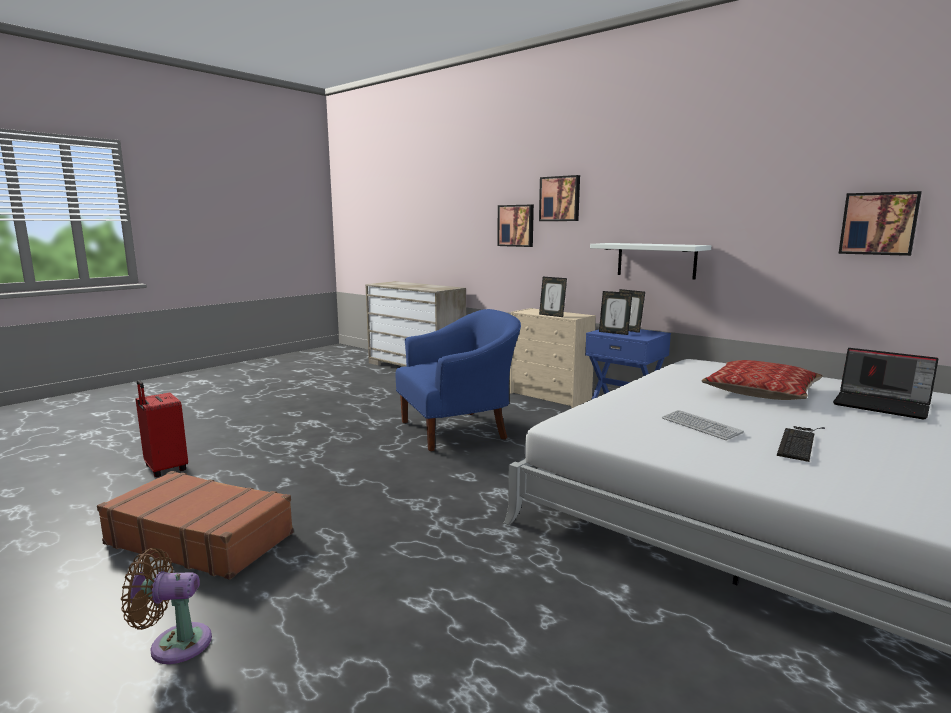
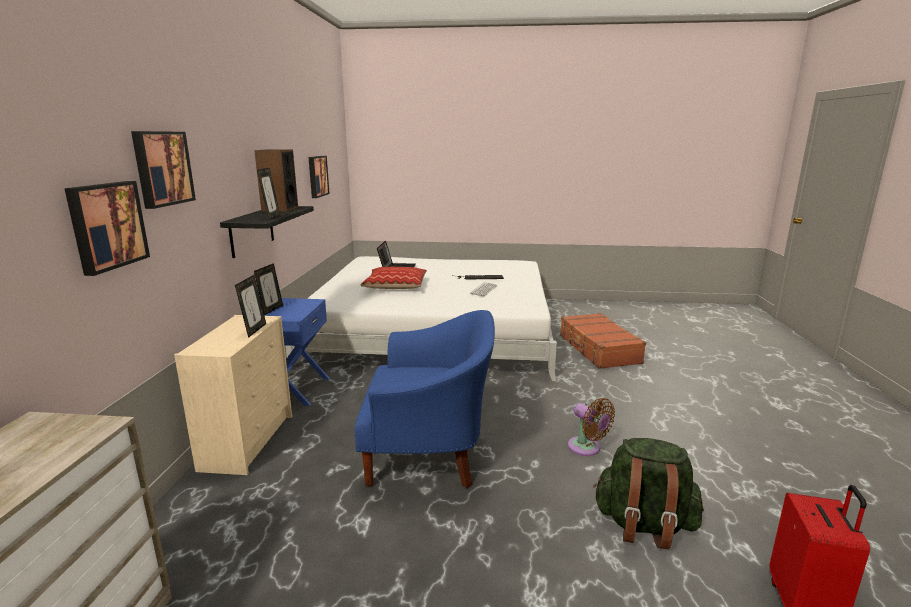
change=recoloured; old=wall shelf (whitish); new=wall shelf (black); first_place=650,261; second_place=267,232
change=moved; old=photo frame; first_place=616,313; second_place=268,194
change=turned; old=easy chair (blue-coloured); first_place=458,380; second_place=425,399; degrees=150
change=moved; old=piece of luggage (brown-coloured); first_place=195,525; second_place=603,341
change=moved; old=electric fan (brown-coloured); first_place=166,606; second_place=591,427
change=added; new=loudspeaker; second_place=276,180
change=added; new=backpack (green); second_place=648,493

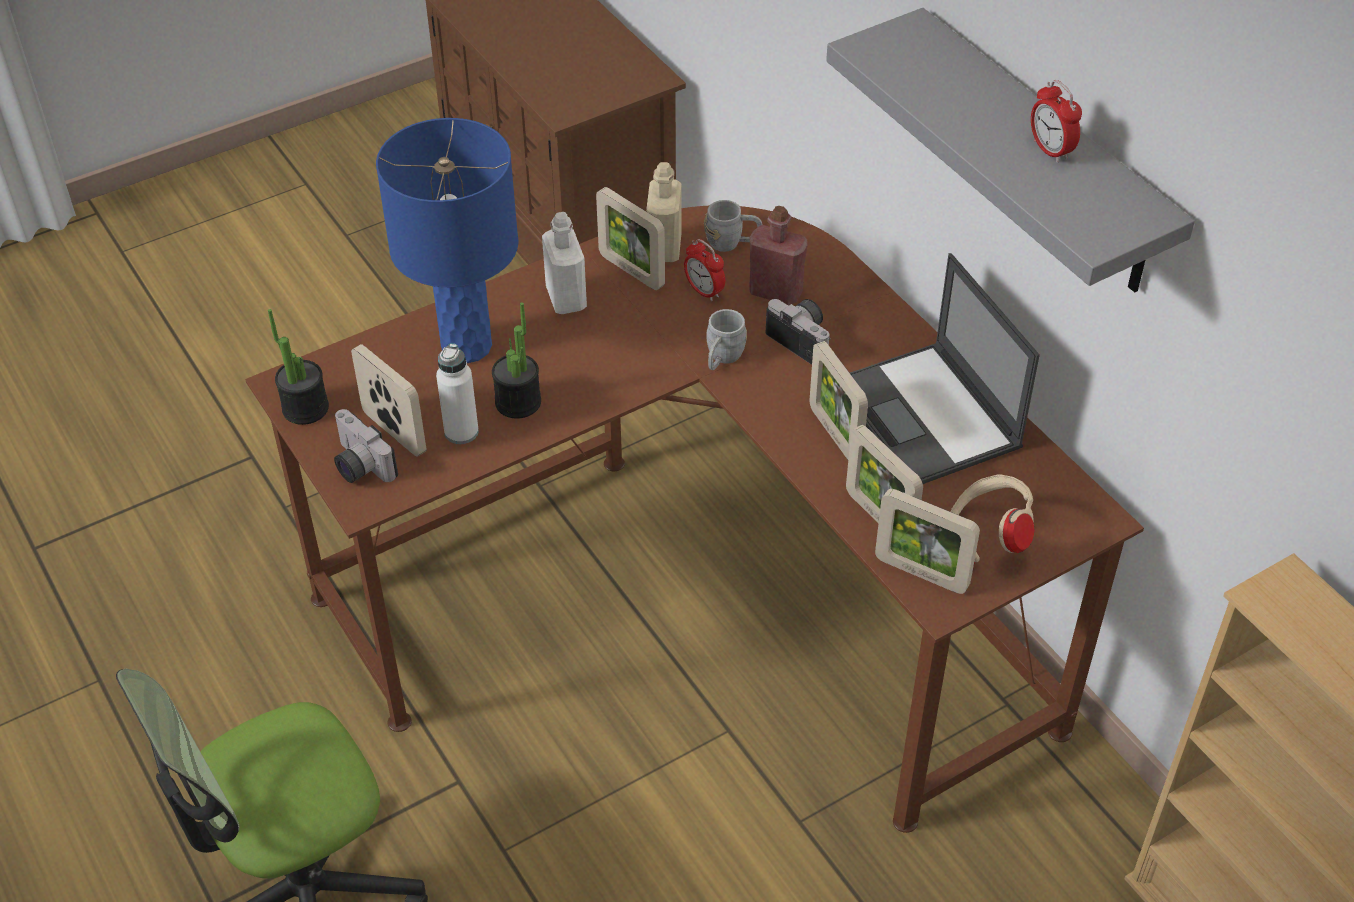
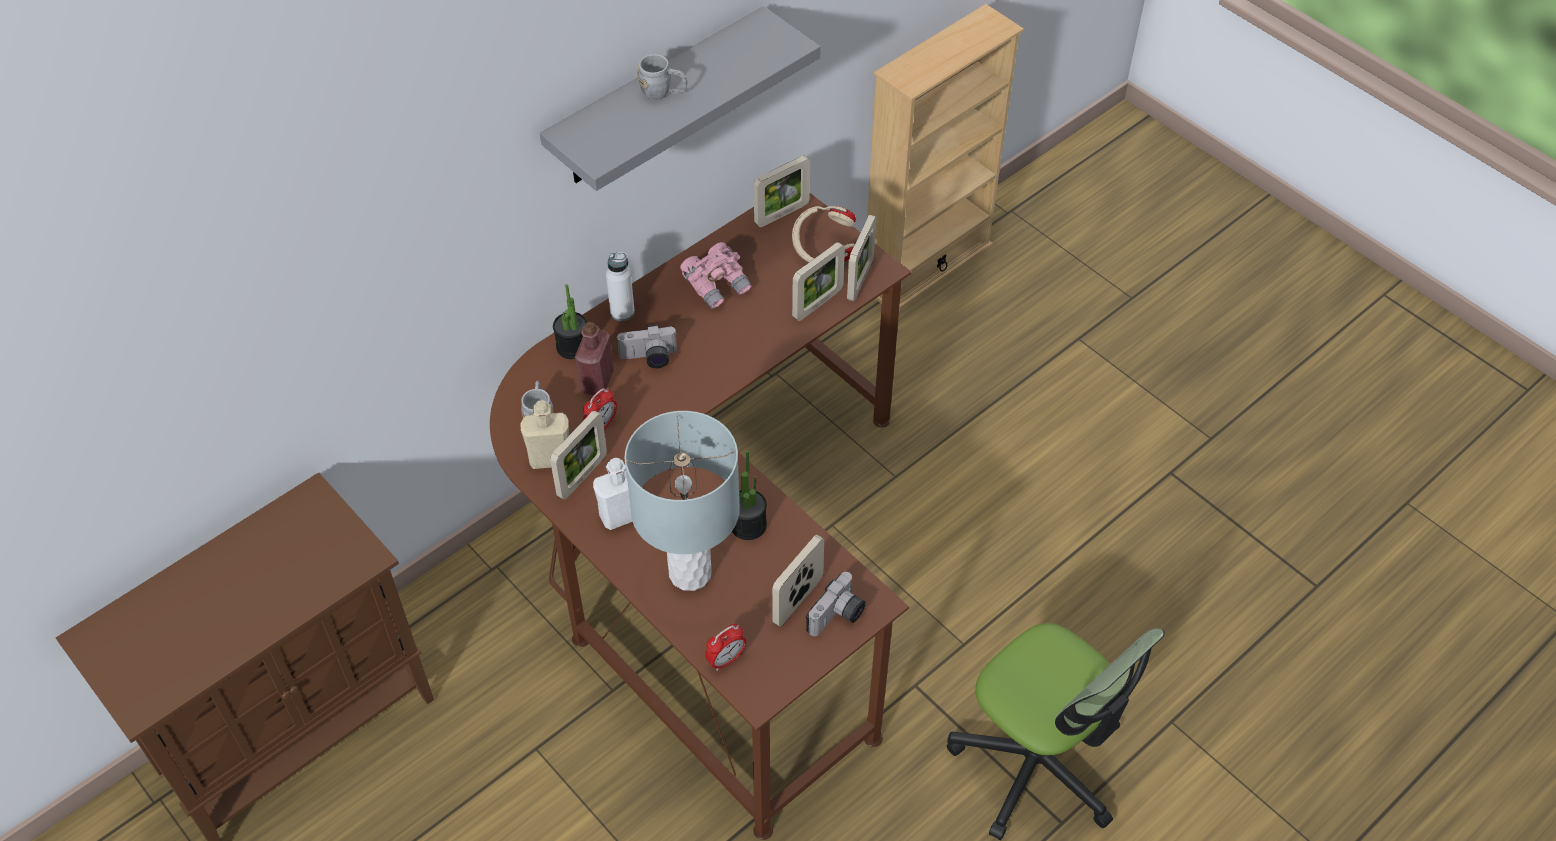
change=moved; old=alarm clock; first_place=1056,121; second_place=725,647
change=recoloured; old=lamp for a table (blue-coloured); new=lamp for a table (grey); first_place=447,240; second_place=682,501
change=replaced; old=laptop; new=binoculars (pinkish); first_place=945,368; second_place=716,275
change=turned; old=photo camera; first_place=798,332; second_place=646,346; degrees=-135
change=moved; old=houseplant; first_place=298,367; second_place=570,321
change=moved; old=coffee mug (grey); first_place=727,339; second_place=662,77
change=moved; old=photo frame; first_place=839,400; second_place=782,191
change=moved; old=bottle (whitish); first_place=457,393; second_place=620,286

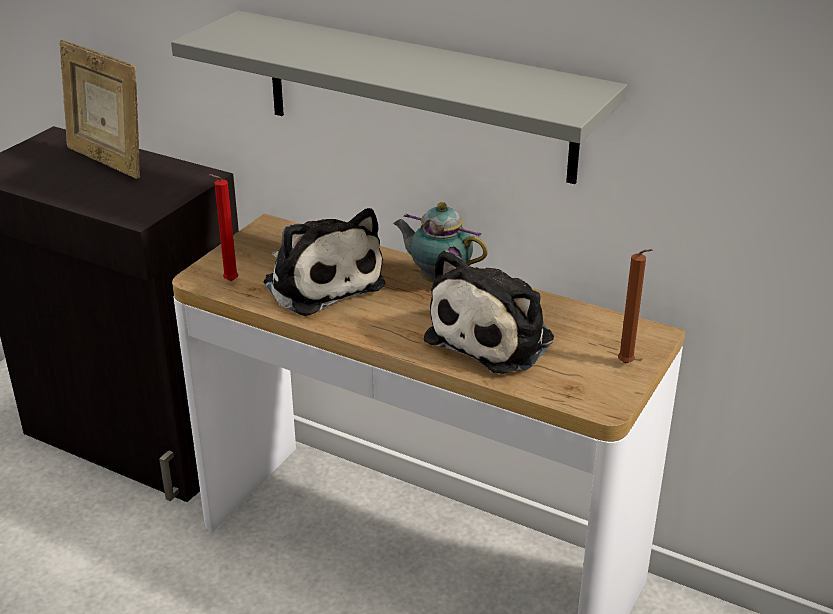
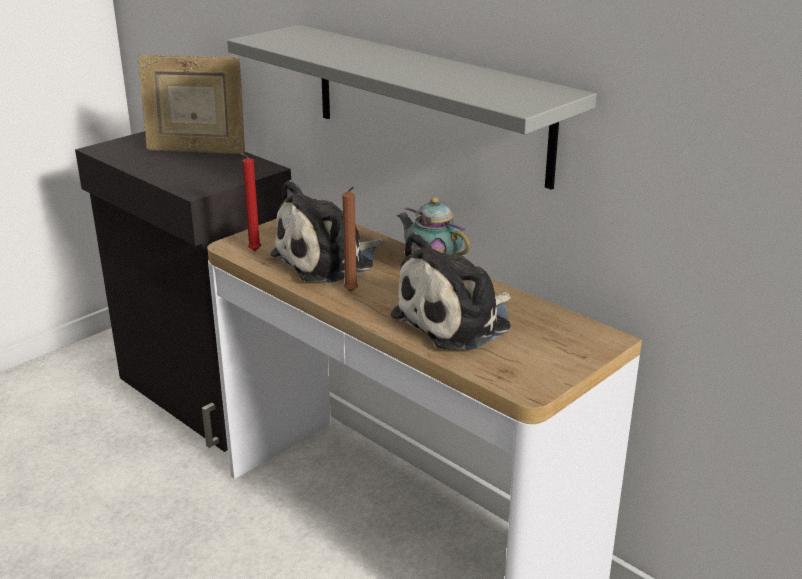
change=turned; old=photo frame; first_place=99,109; second_place=191,104; degrees=-45
change=turned; old=cuddly toy; first_place=324,262; second_place=327,231; degrees=75
change=moved; old=candle (brown-coloured); first_place=635,306; second_place=350,239

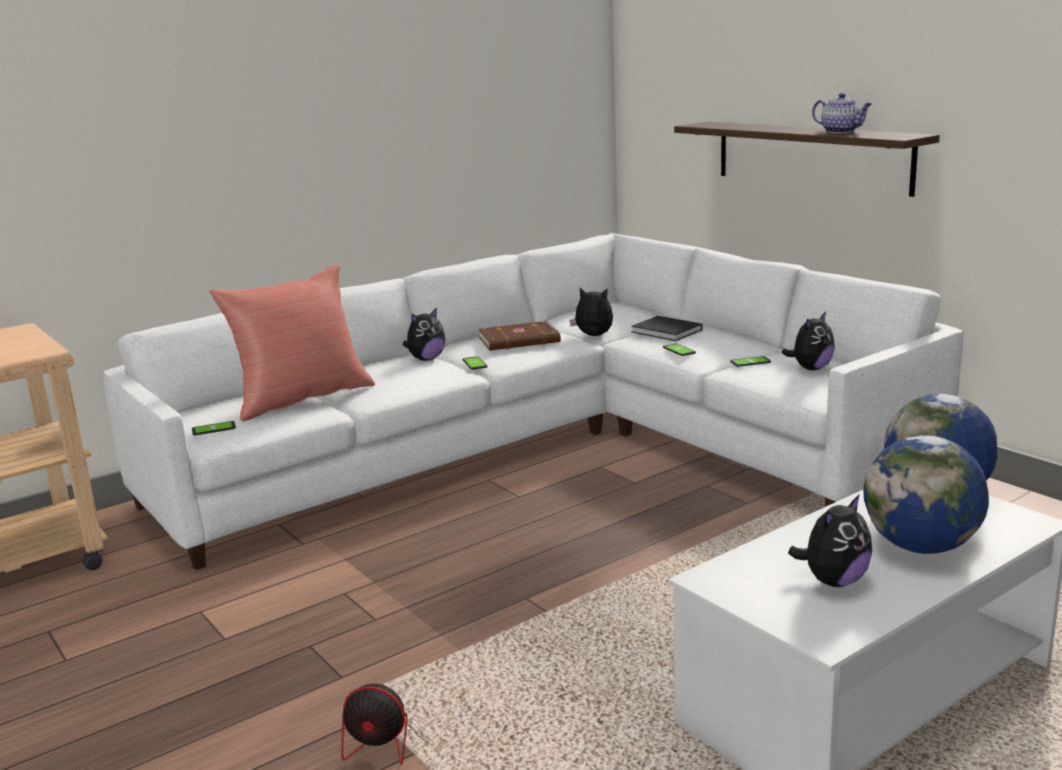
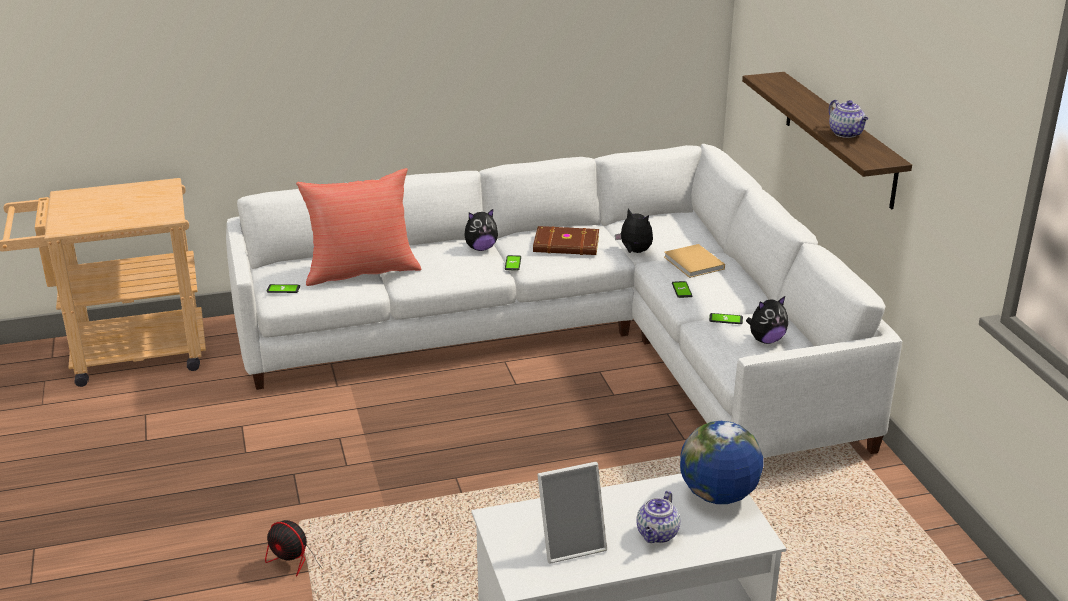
change=recoloured; old=bound book (black); new=bound book (beige-coloured); first_place=667,328; second_place=694,261
change=replaced; old=desk globe; new=tea pot; first_place=926,494; second_place=658,517
change=replaced; old=cuddly toy; new=photo frame; first_place=830,540; second_place=572,513

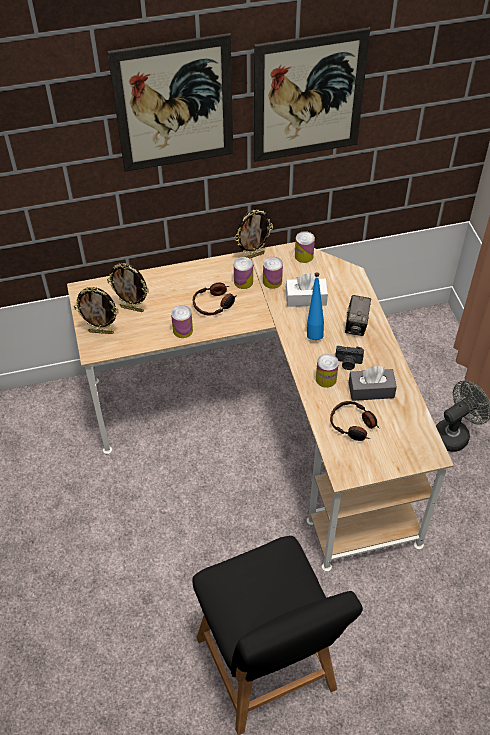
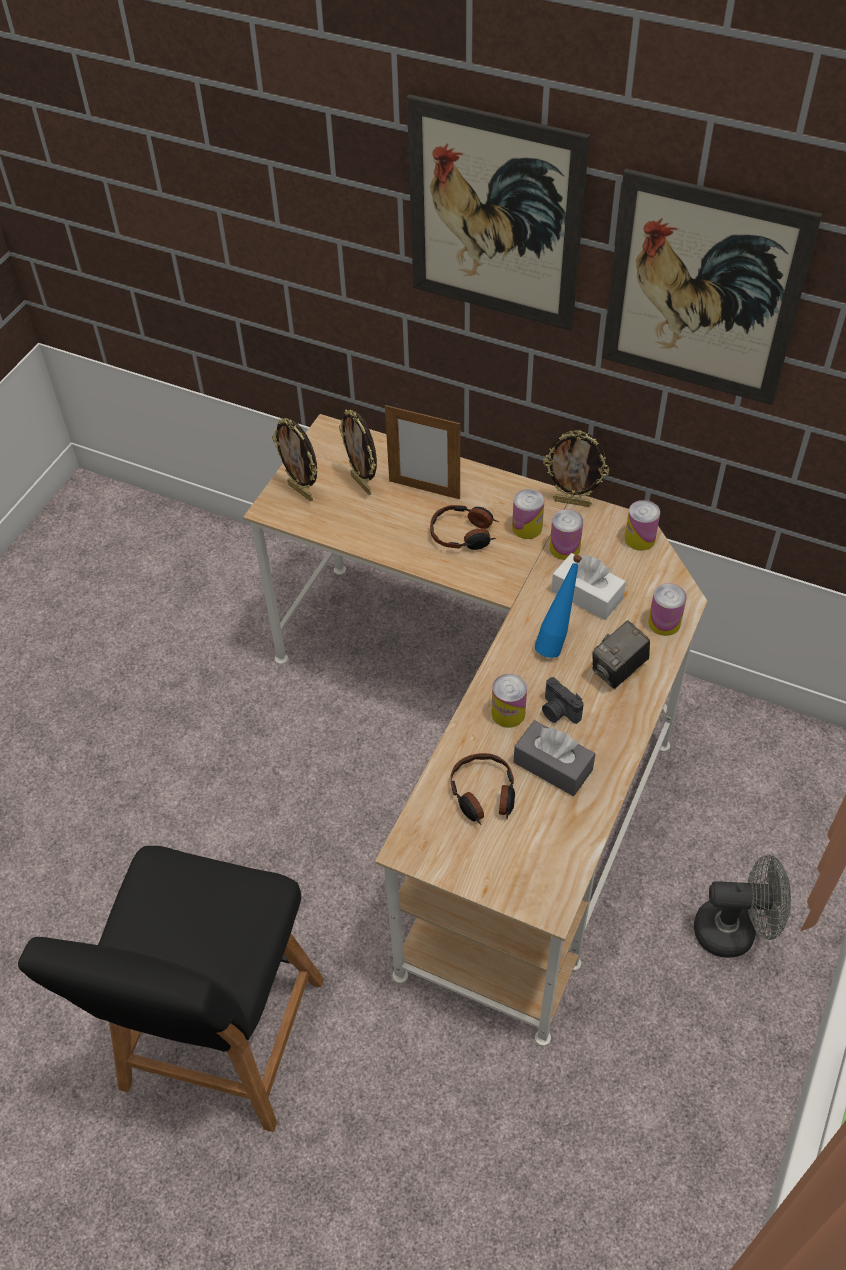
change=moved; old=can; first_place=182,321; second_place=667,609
change=added; new=photo frame; second_place=422,452

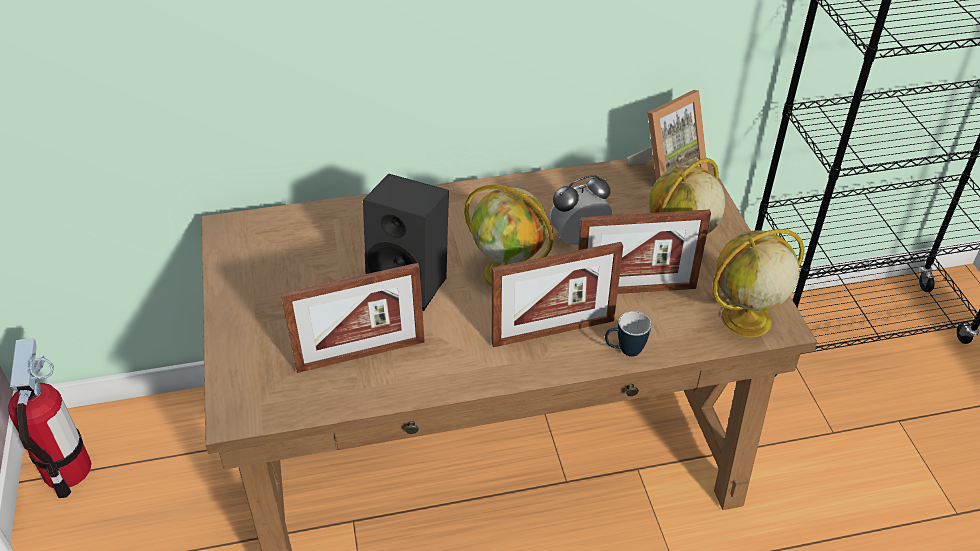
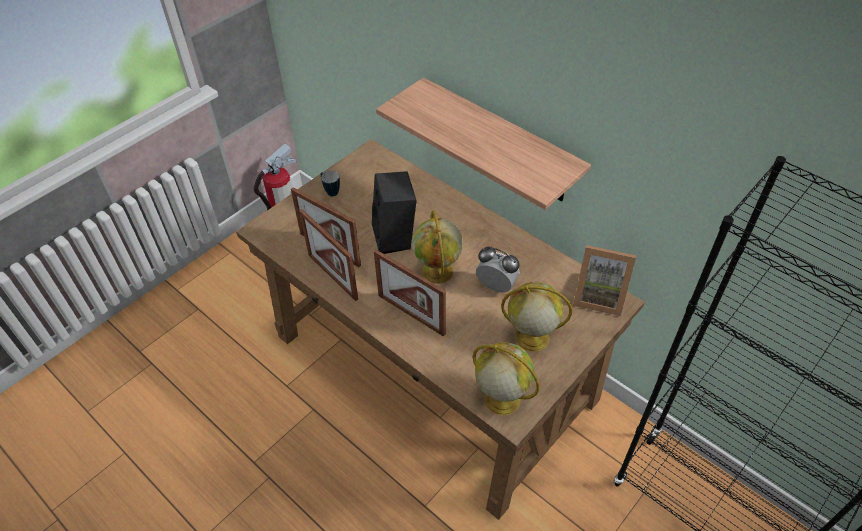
change=moved; old=photo frame; first_place=644,251; second_place=328,255
change=moved; old=coffee mug; first_place=628,334; second_place=330,183
change=added; new=wall shelf; second_place=483,143

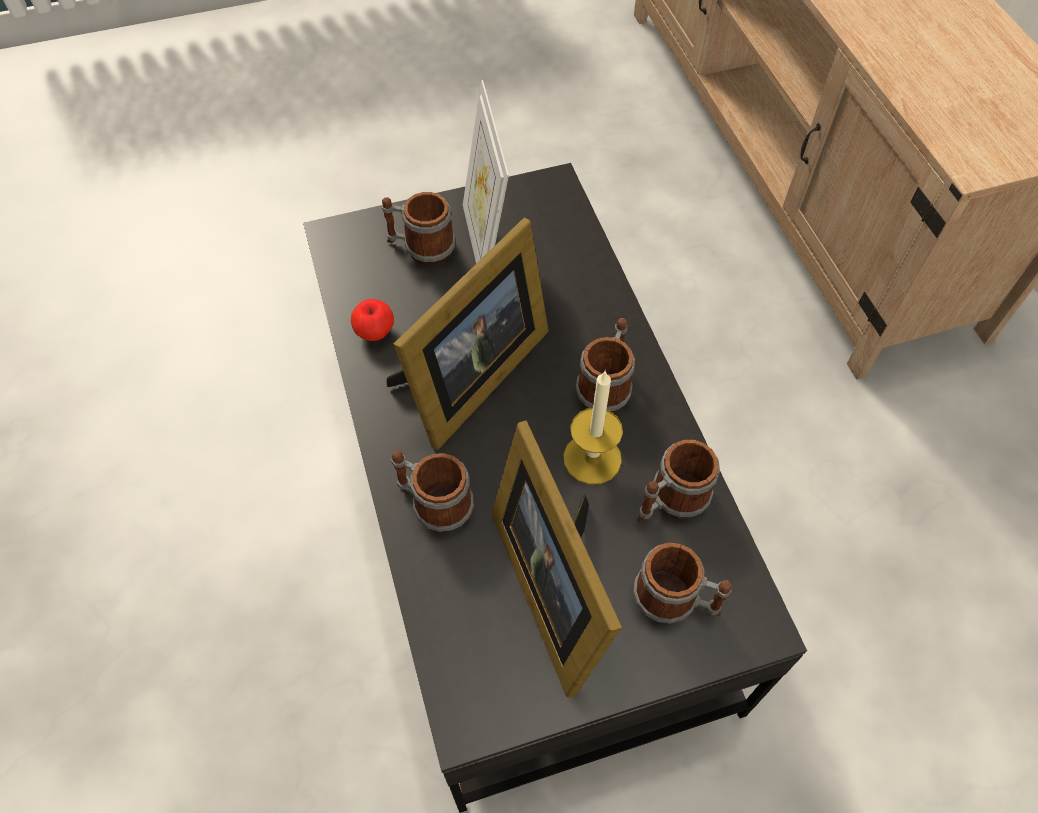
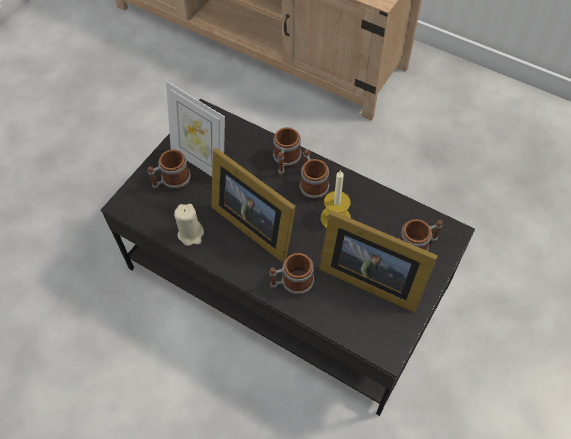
change=turned; old=photo frame; first_place=468,334; second_place=253,205; degrees=135
change=replaced; old=apple fruit; new=candle (beige-coloured); first_place=372,320; second_place=189,225
change=moved; old=coffee mug; first_place=678,481; second_place=287,152

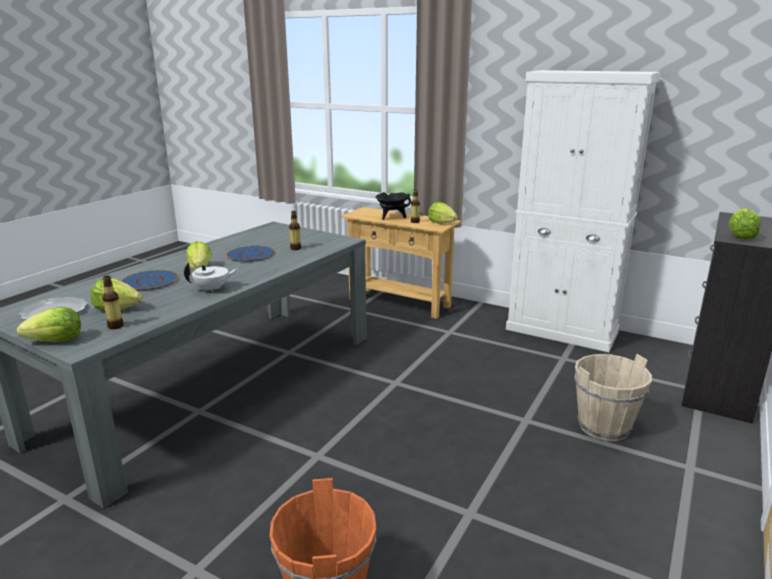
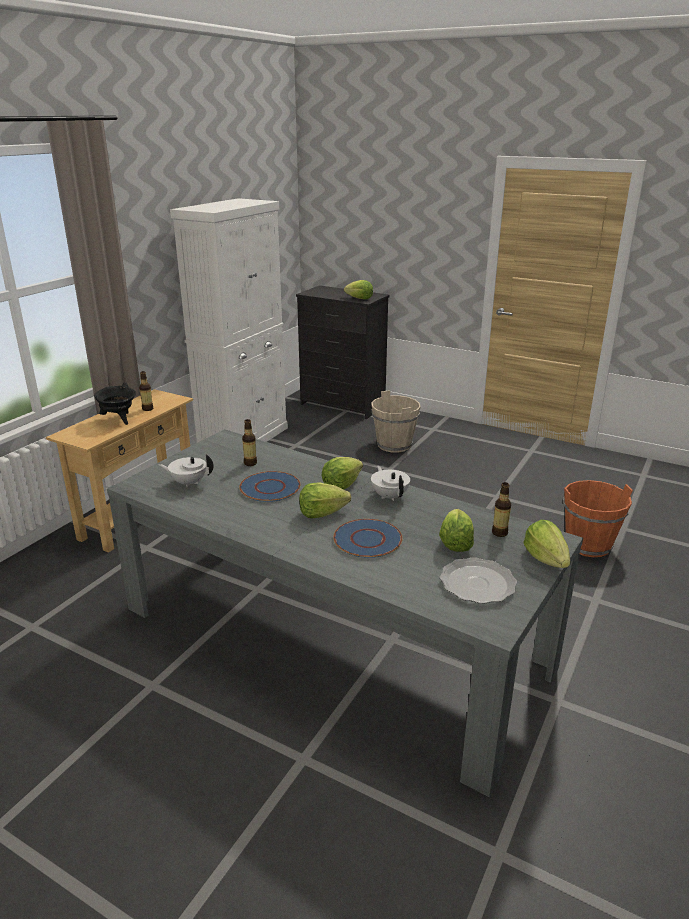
change=moved; old=lettuce head; first_place=443,213; second_place=342,473
change=added; new=tea pot (whitish); second_place=186,470

